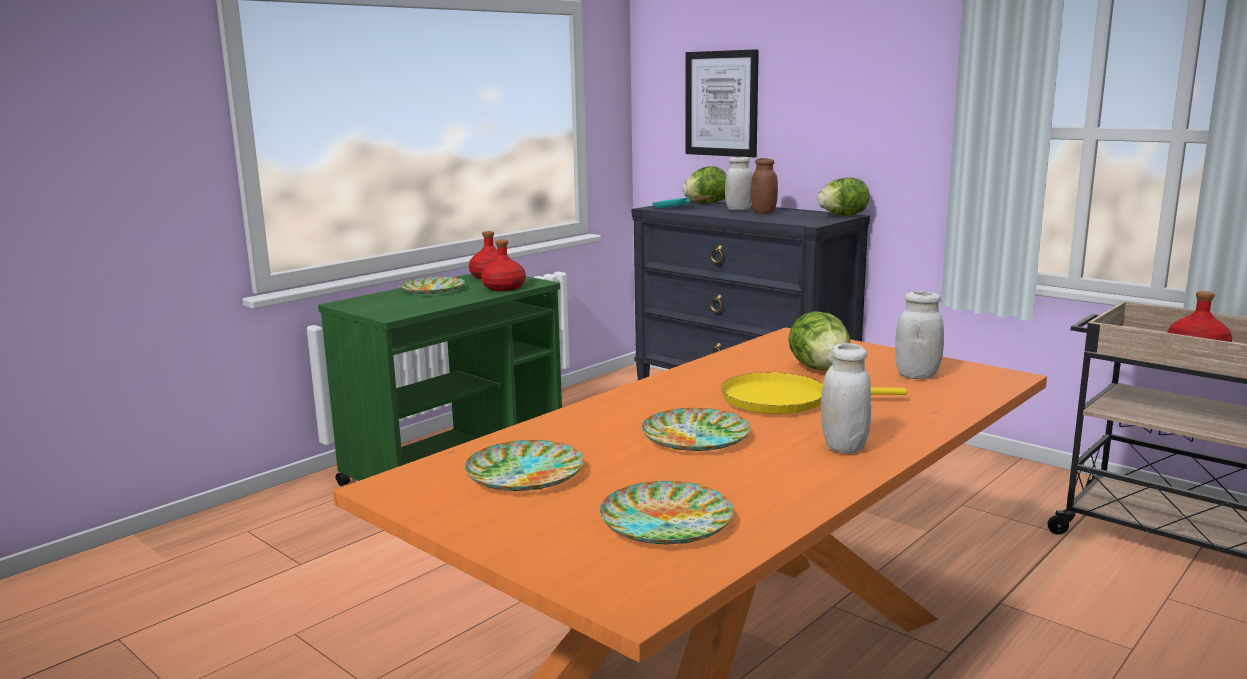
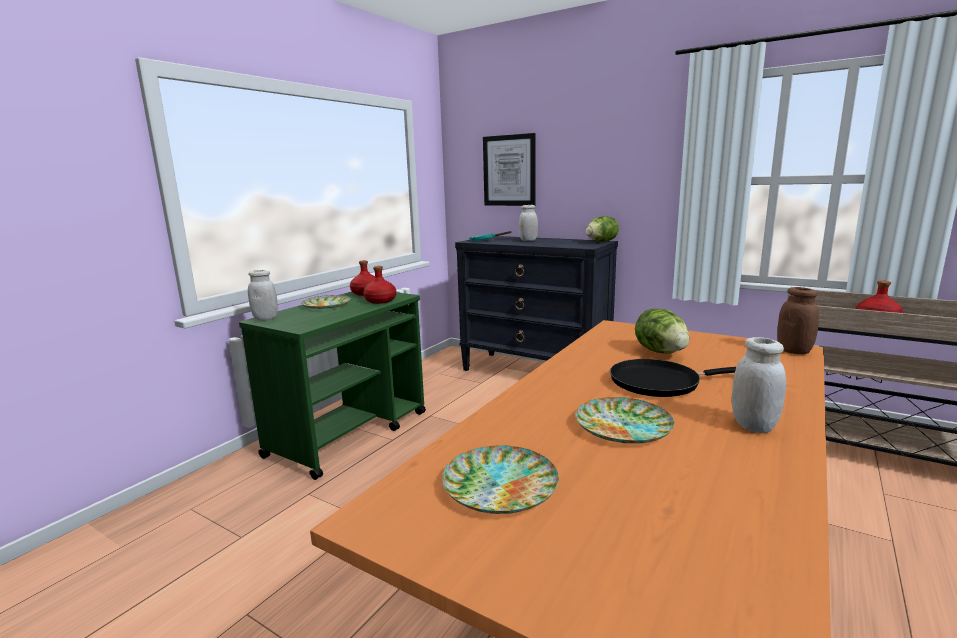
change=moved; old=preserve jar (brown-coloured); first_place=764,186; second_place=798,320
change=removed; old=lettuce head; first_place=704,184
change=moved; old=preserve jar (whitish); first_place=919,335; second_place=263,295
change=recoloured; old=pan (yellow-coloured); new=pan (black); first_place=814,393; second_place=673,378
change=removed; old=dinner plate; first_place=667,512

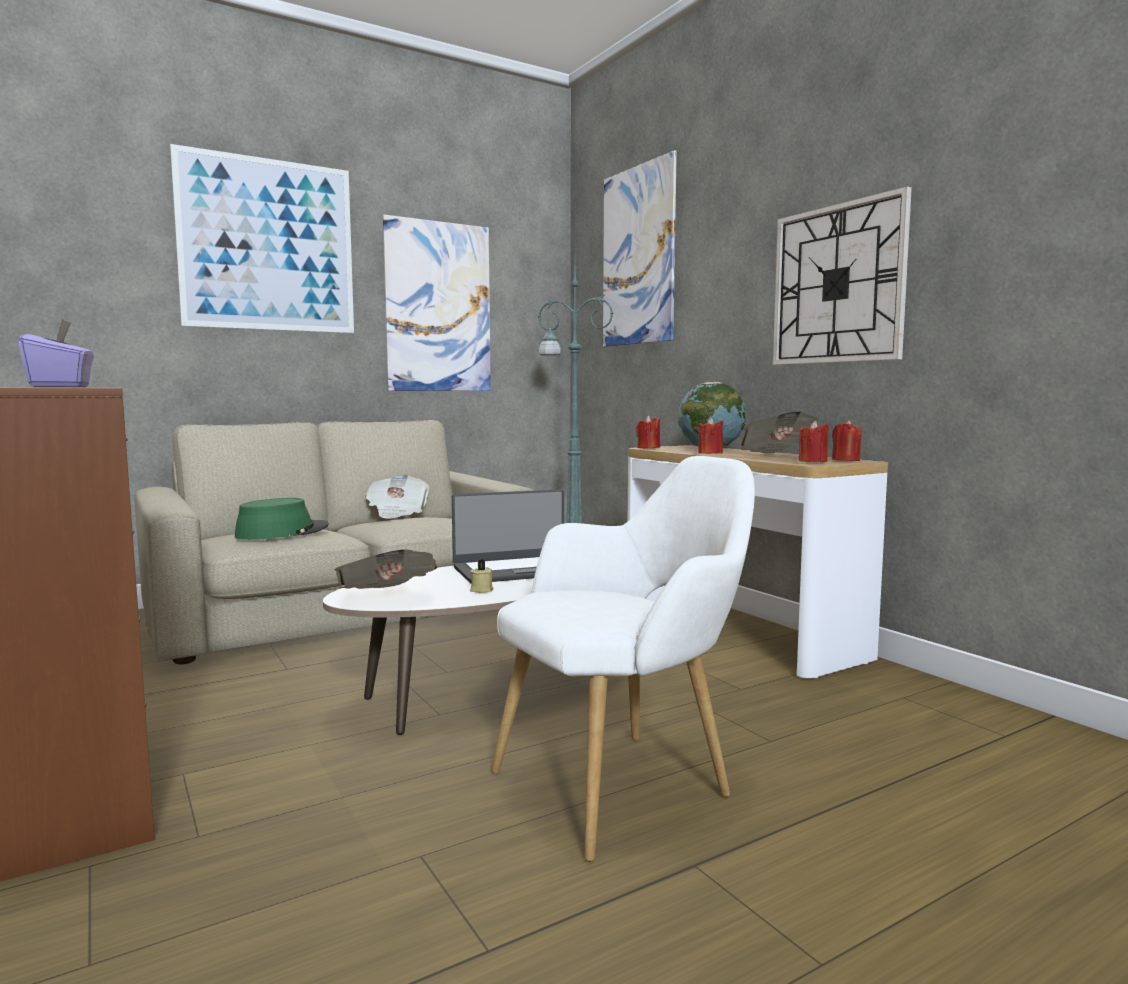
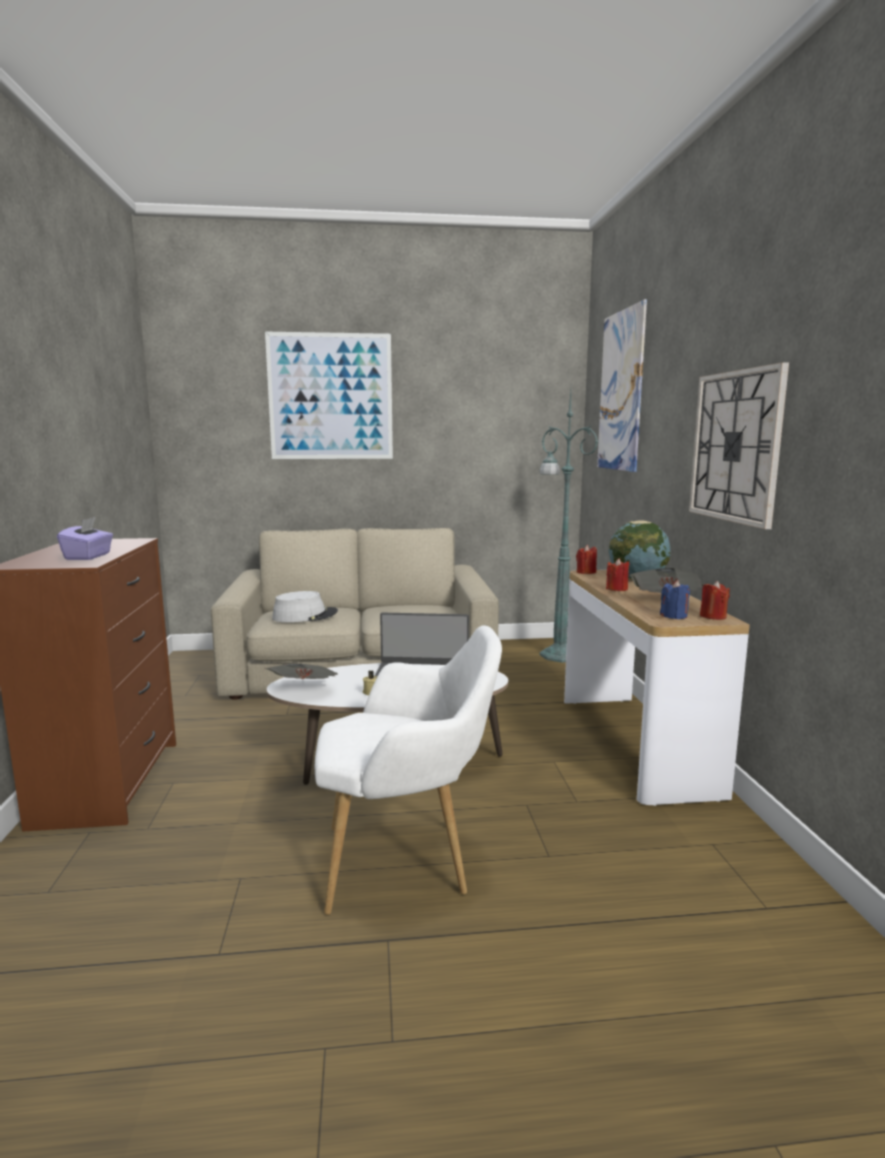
change=removed; old=wall art; first_place=437,303
change=recoloured; old=candle (red); new=candle (blue-coloured); first_place=814,441; second_place=675,599
change=removed; old=printed paper; first_place=397,496
change=recoloured; old=hat (green); new=hat (grey); first_place=282,519; second_place=305,606

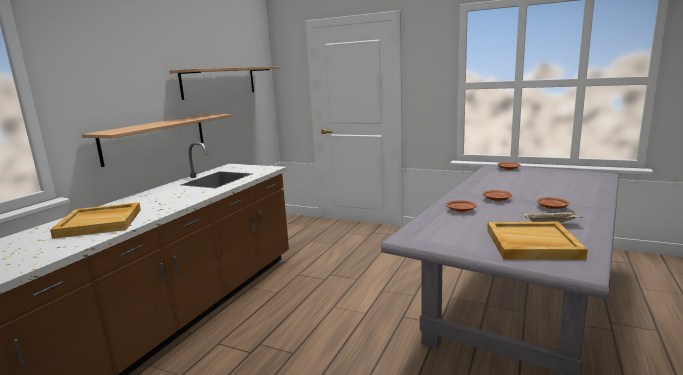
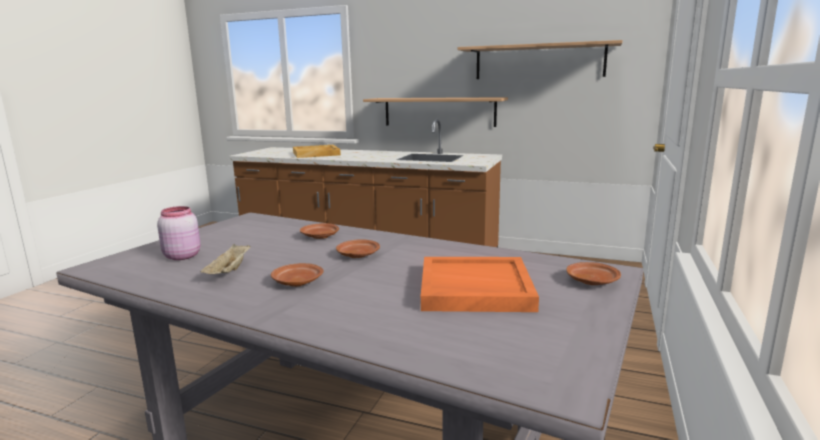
change=replaced; old=carrying tray (beige-coloured); new=preserve jar (pinkish); first_place=537,241; second_place=179,233
change=added; new=carrying tray (orange); second_place=480,284

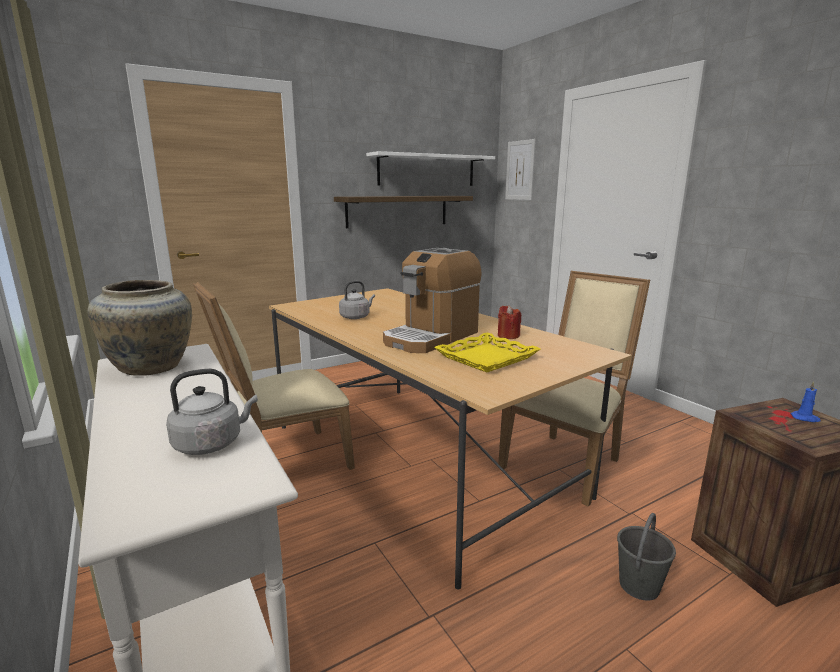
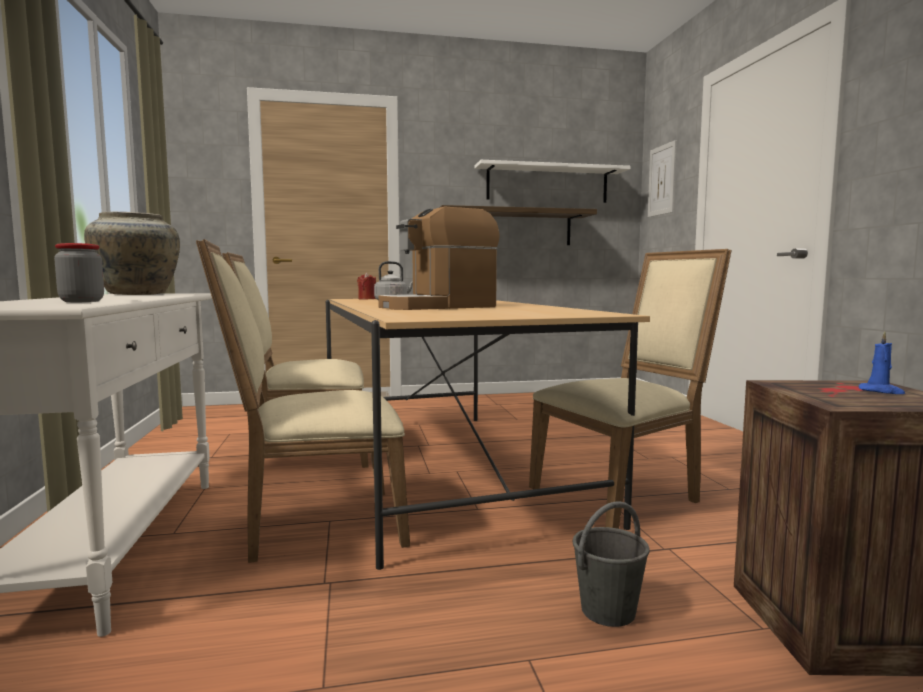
change=moved; old=candle (red); first_place=509,322; second_place=366,286
change=removed; old=carrying tray (yellow-coloured); first_place=487,352
change=replaced; old=tea kettle (grey); new=preserve jar; first_place=212,412; second_place=79,272
change=added; new=chair (beige-coloured); second_place=303,401

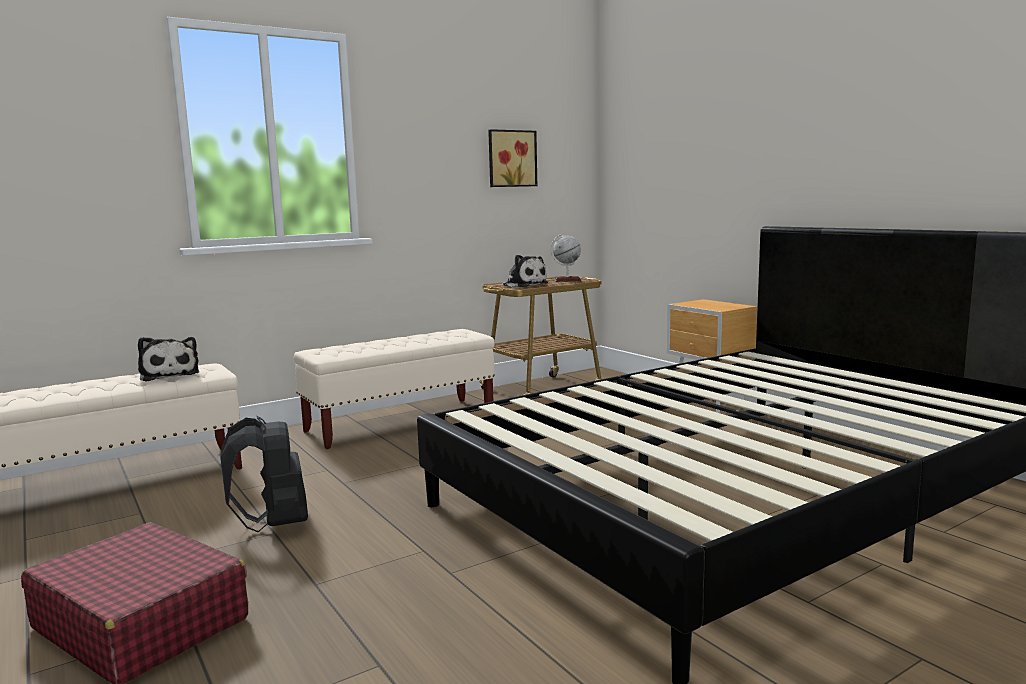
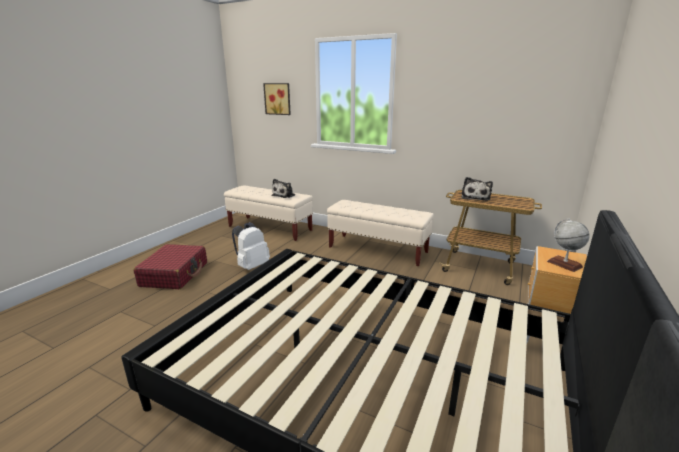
change=moved; old=wall art; first_place=512,158; second_place=277,99
change=moved; old=desk globe; first_place=566,258; second_place=568,245
change=recoloured; old=backpack (black); new=backpack (whitish); first_place=264,474; second_place=251,246

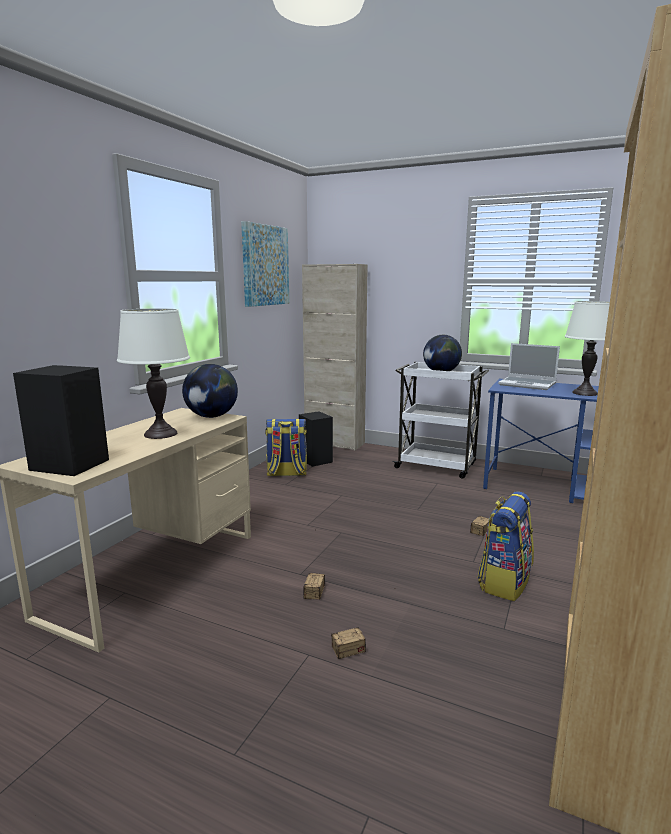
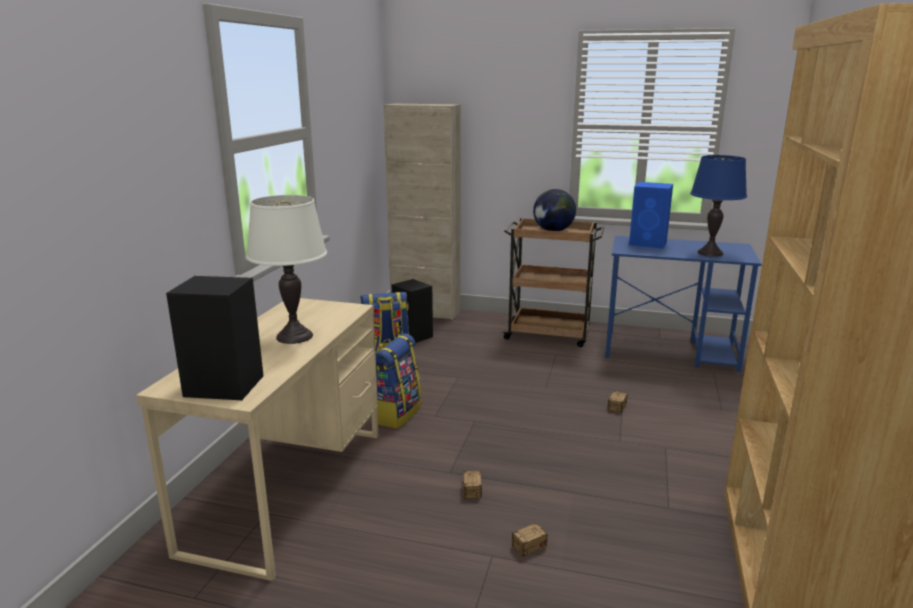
change=removed; old=wall art; first_place=265,264
change=recoloured; old=lamp for a table (whitish); new=lamp for a table (blue-coloured); first_place=587,348; second_place=718,206
change=replaced; old=laptop; new=loudspeaker (blue-coloured); first_place=529,366; second_place=651,215
change=recoloured; old=wheeled cart (whitish); new=wheeled cart (brown-coloured); first_place=440,420; second_place=552,282
change=removed; old=desk globe; first_place=210,391
change=moved; old=backpack; first_place=505,546; second_place=396,381

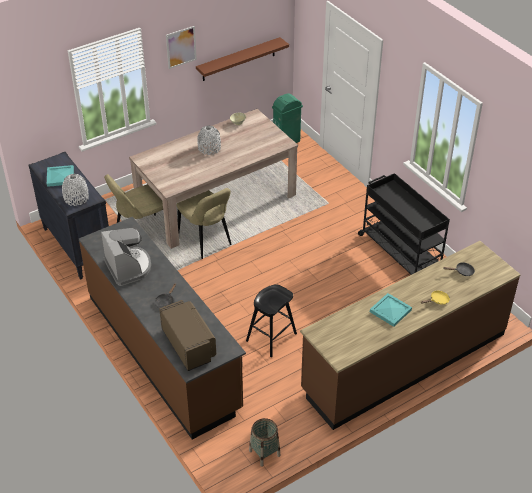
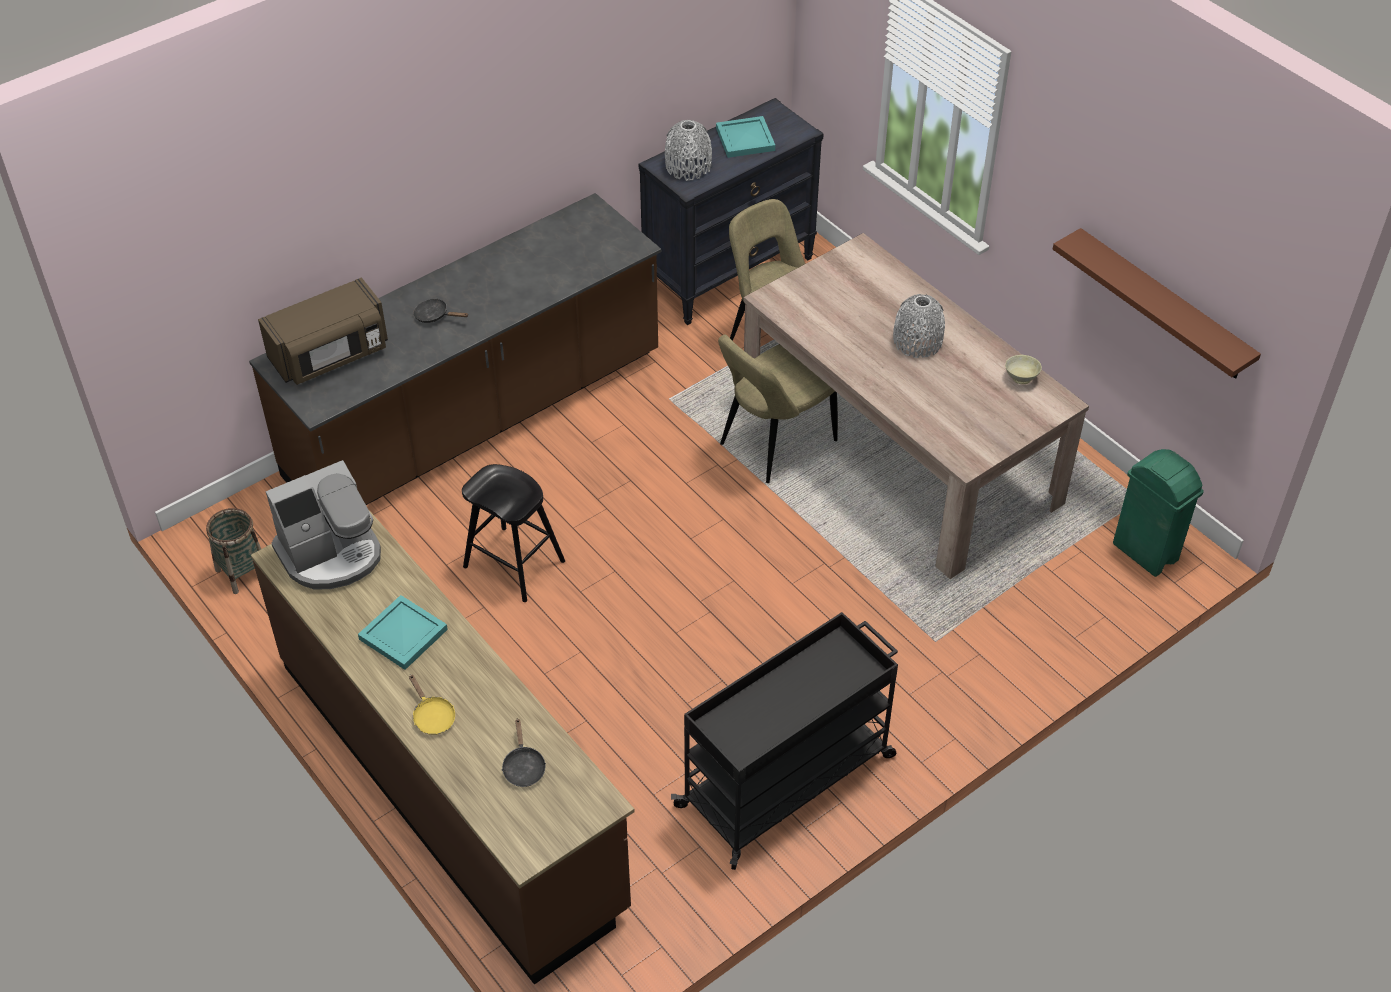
change=removed; old=wall art; first_place=181,47
change=moved; old=coffee brewer; first_place=126,257; second_place=323,525

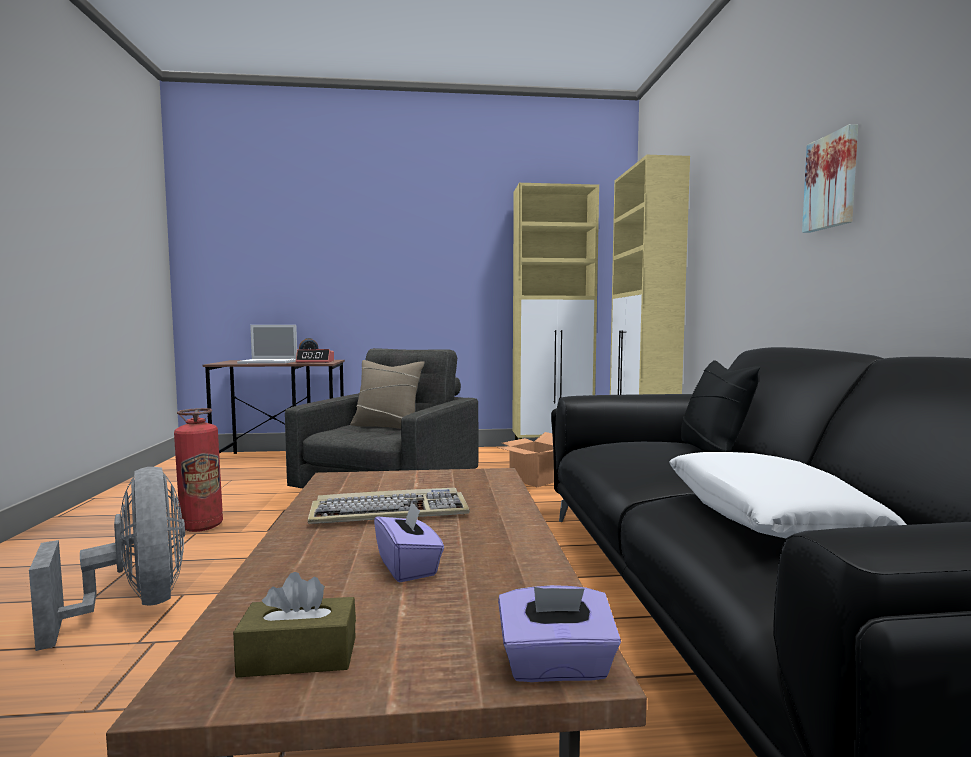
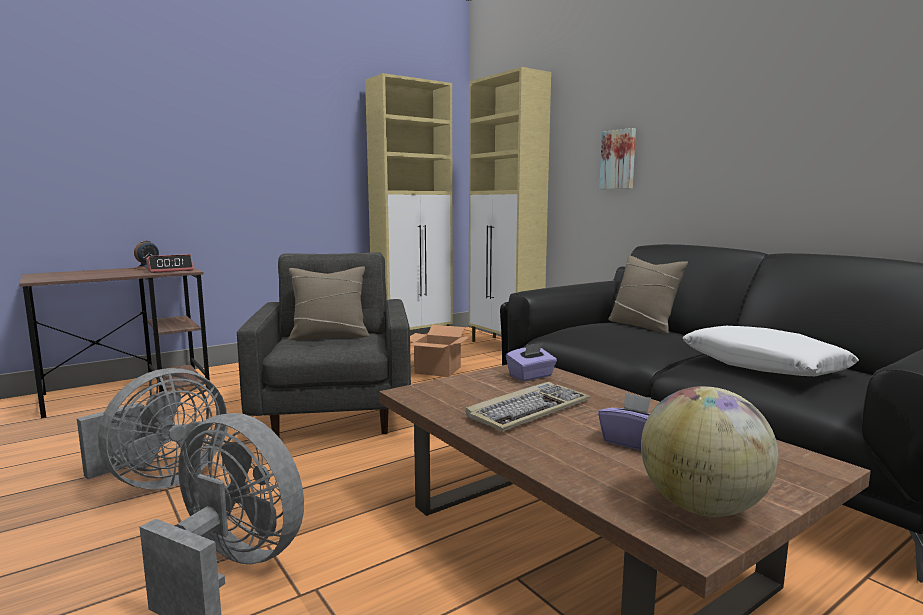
change=moved; old=wall art; first_place=830,178; second_place=617,158
change=removed; old=laptop; first_place=267,344
change=recoloured; old=pillow (black); new=pillow (beige-coloured); first_place=720,406; second_place=648,295
change=replaced; old=fire-fighting cylinder; new=electric fan (grey); first_place=198,470; second_place=152,428
change=replaced; old=tissue box (brown-coloured); new=desk globe; first_place=294,624; second_place=710,451
change=moved; old=tissue box (purplish); first_place=559,633; second_place=531,362

